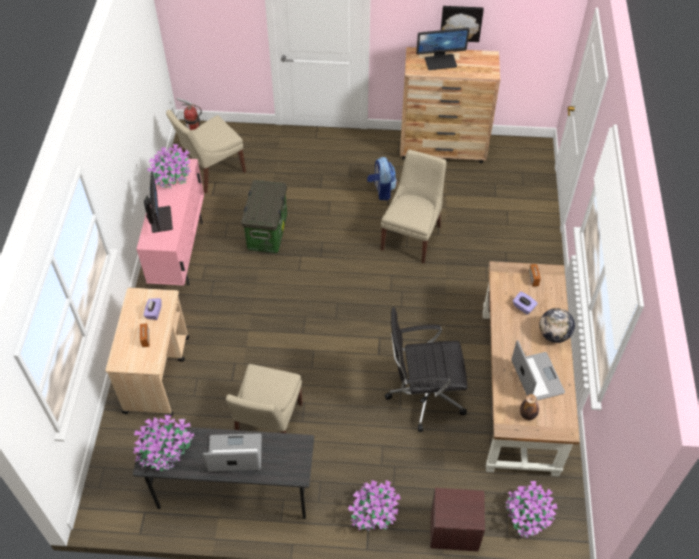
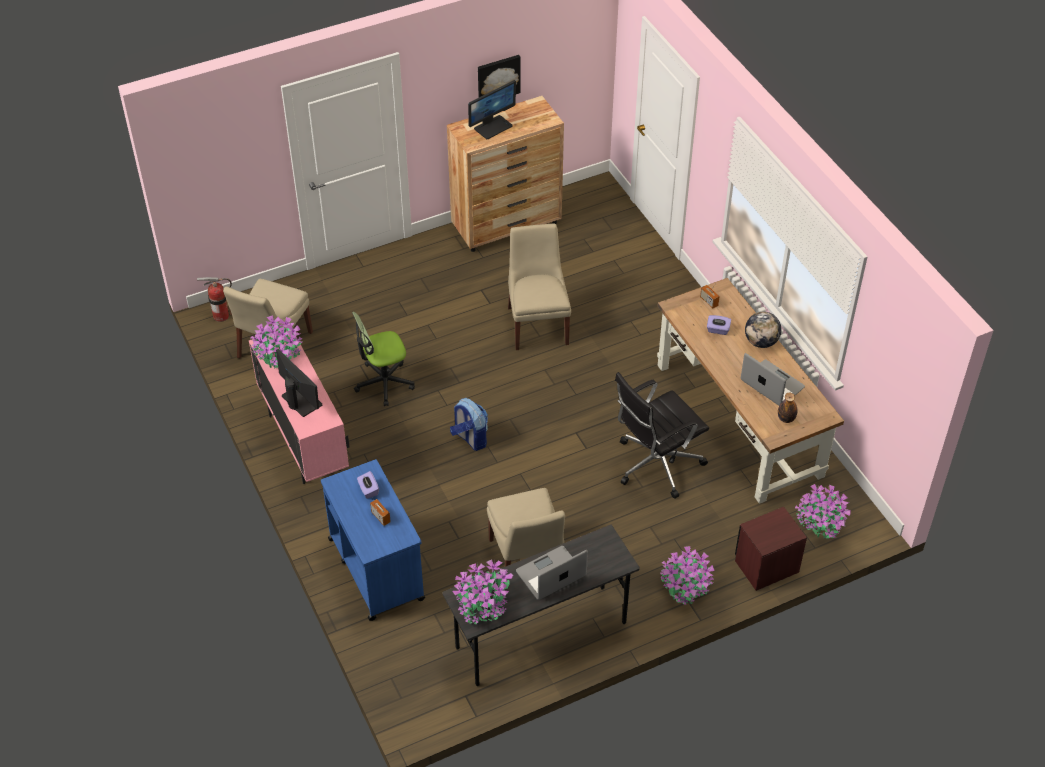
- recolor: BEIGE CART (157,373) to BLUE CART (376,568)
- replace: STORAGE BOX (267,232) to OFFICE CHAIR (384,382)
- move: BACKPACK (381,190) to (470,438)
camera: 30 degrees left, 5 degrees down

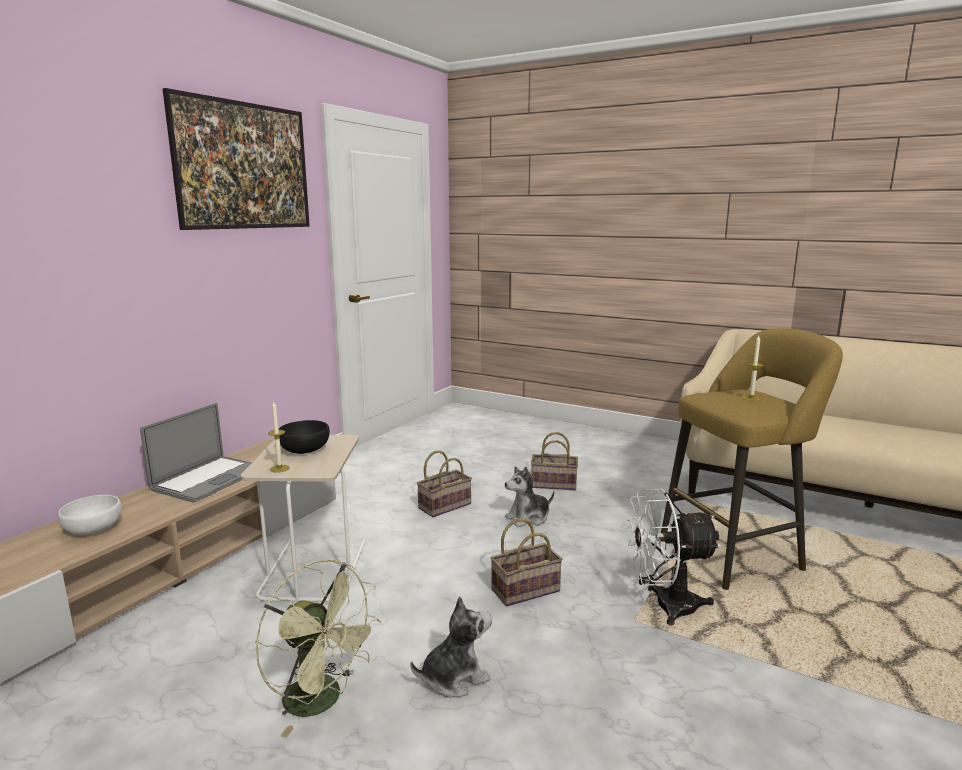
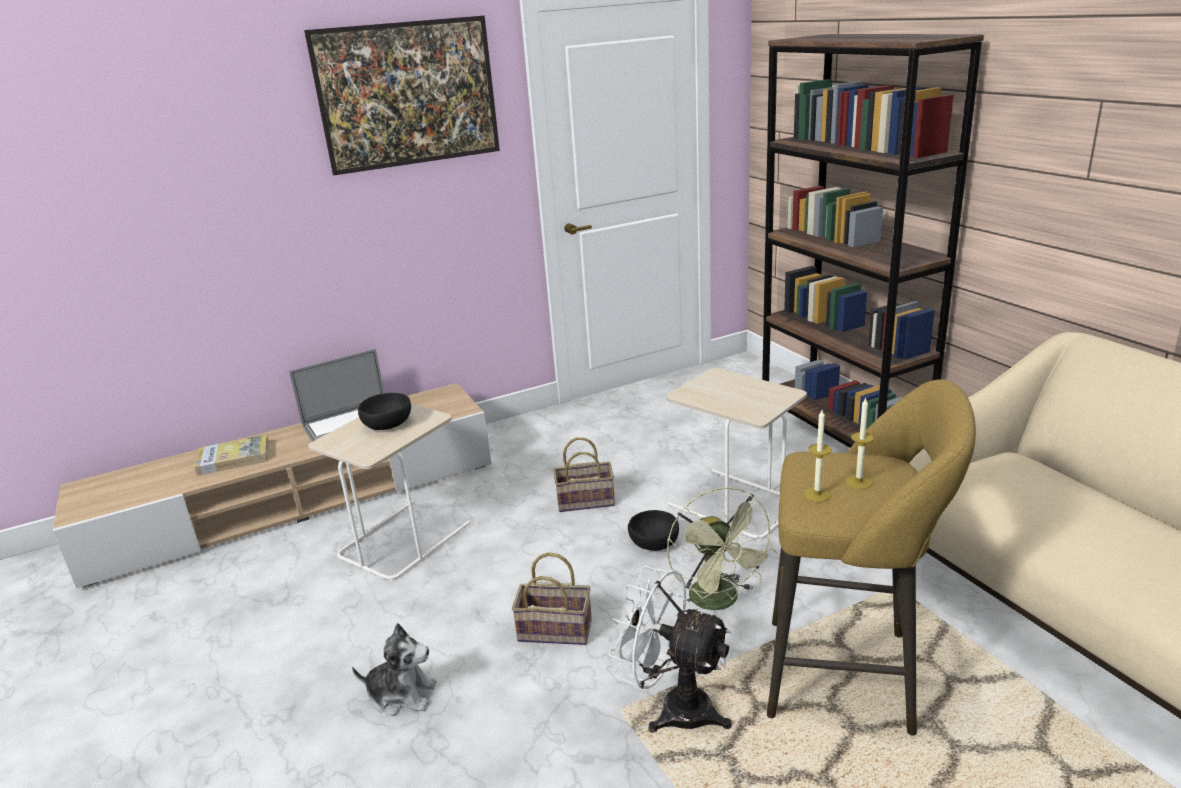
- replace: WHITE BOWL (92,528) to BOOK (233,458)
- move: GREEN FAN (322,701) to (720,602)
- move: CANDLE (279,468) to (817,494)
- replace: PLUSH TOY (528,518) to BLACK BOWL (654,543)
- replace: BASKET (552,484) to BEIGE SIDE TABLE (733,504)
- insert: BROWN BOOKCASE (841,428)
camera: 35 degrees right, 10 degrees up

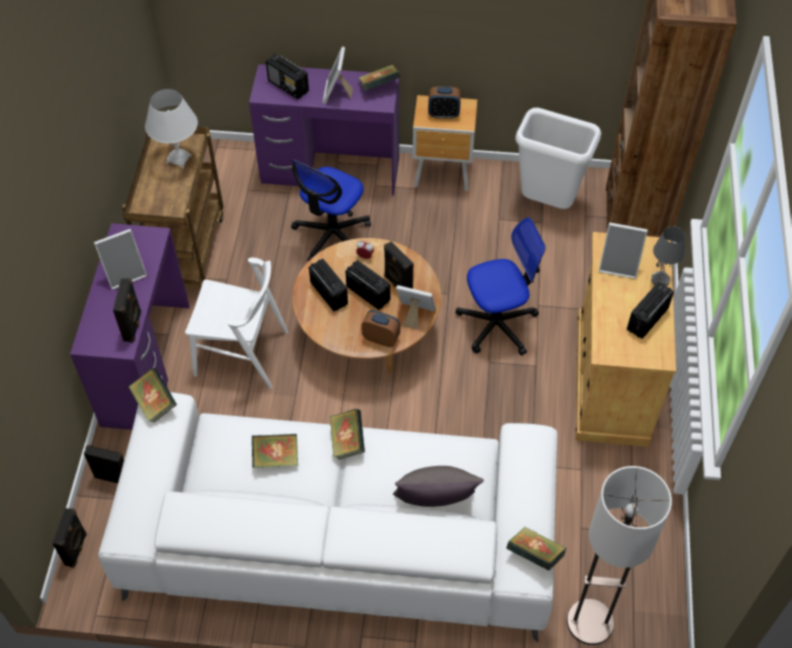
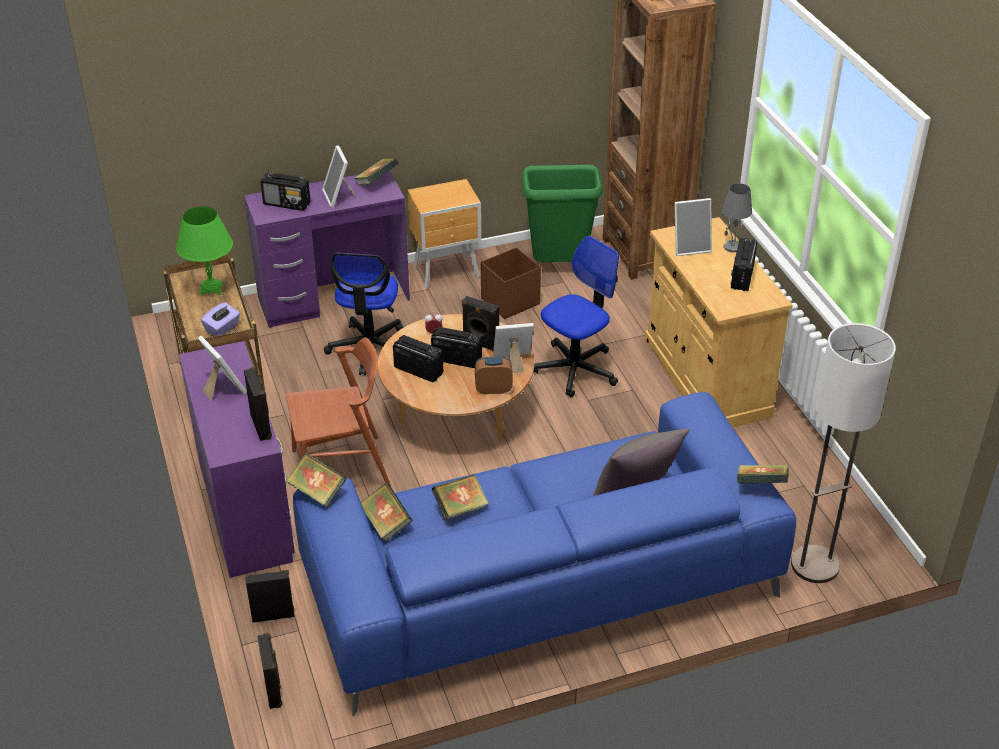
- rotate: PICTURE FRAME (125,273) = (223,388) 75 degrees counterclockwise
- recolor: WHITE SOFA (339,537) to BLUE SOFA (540,583)
- recolor: WHITE TABLE LAMP (179,159) to GREEN TABLE LAMP (211,289)
- recolor: WHITE CHAIR (242,353) to BROWN CHAIR (341,468)
- move: BOOK (347,441) to (386,523)
- delete: ALARM CLOCK (443,114)
- recolor: WHITE TRASH CAN (548,203) to GREEN TRASH CAN (559,266)
- insert: PURPLE TISSUE BOX (222,328)
- insert: BROWN STORAGE BOX (509,301)
camera: 25 degrees left, 15 degrees down

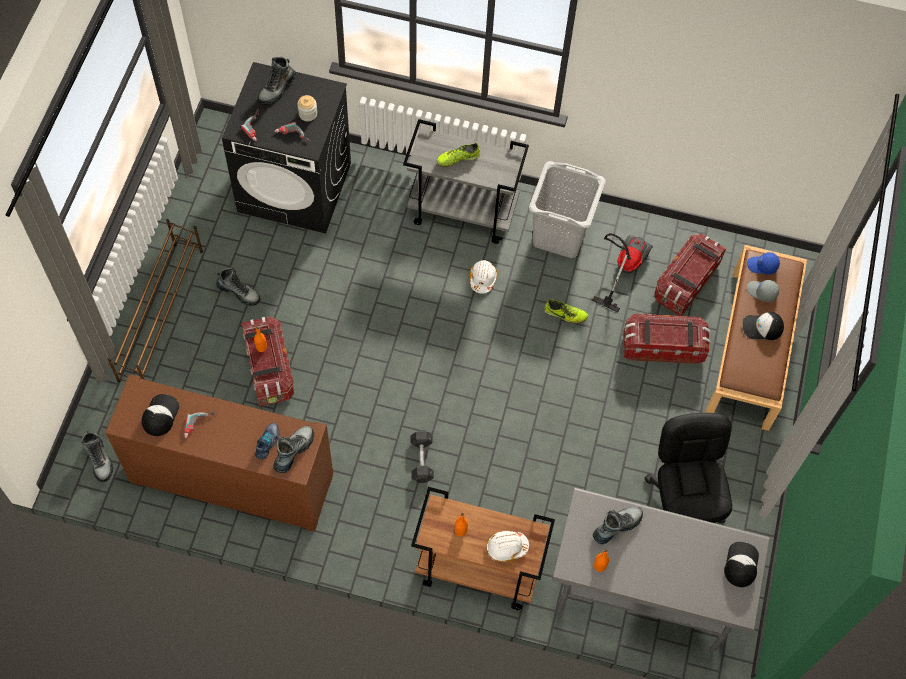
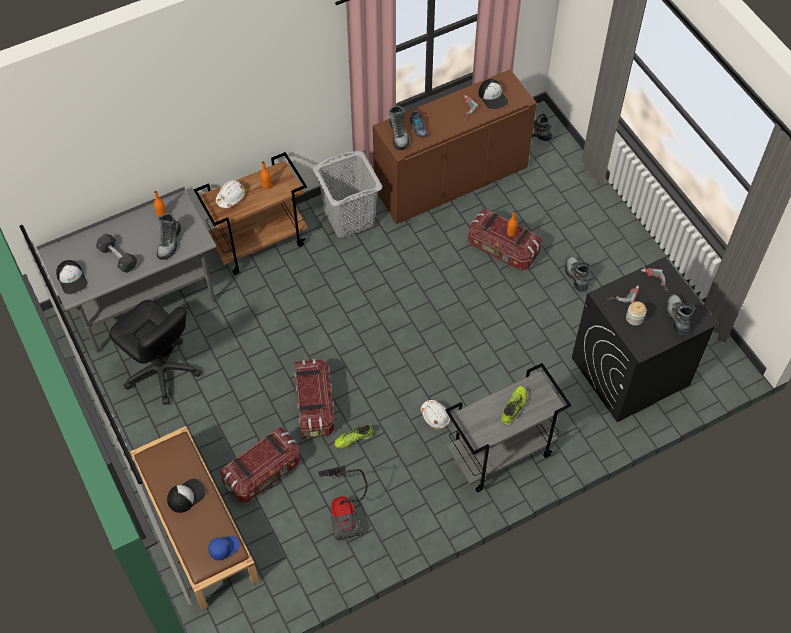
- delete: BROWN SHOE RACK (161,314)
- rotate: BOOT (239,292) = (576,276) 90 degrees clockwise
- move: GREY DUMBBELL (422,460) to (118,257)
- move: GREY LAUNDRY BASKET (560,234) to (349,218)
- move: STORAGE BOX (685,282) to (314,406)
- delete: GREY CAP (761,292)
camera: 140 degrees right, 5 degrees down

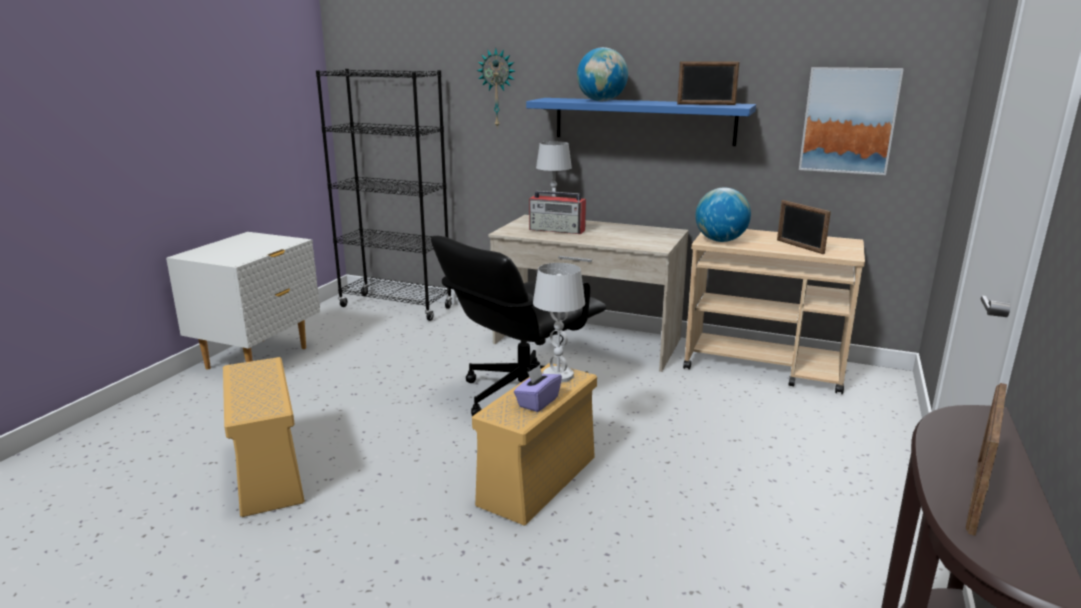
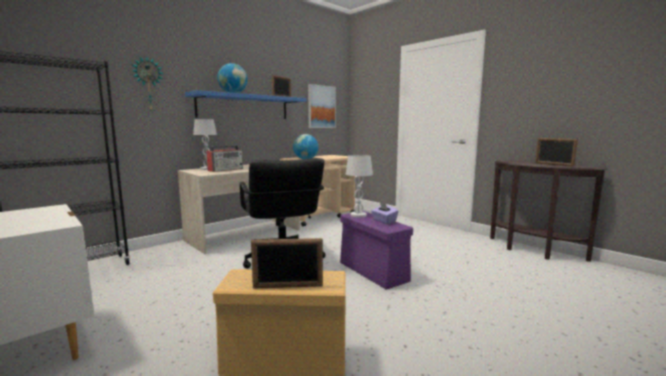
- recolor: BEIGE STORAGE BOX (538,479) to PURPLE STORAGE BOX (372,271)
- move: PICTURE FRAME (799,246) to (288,287)
camera: 65 degrees left, 10 degrees down

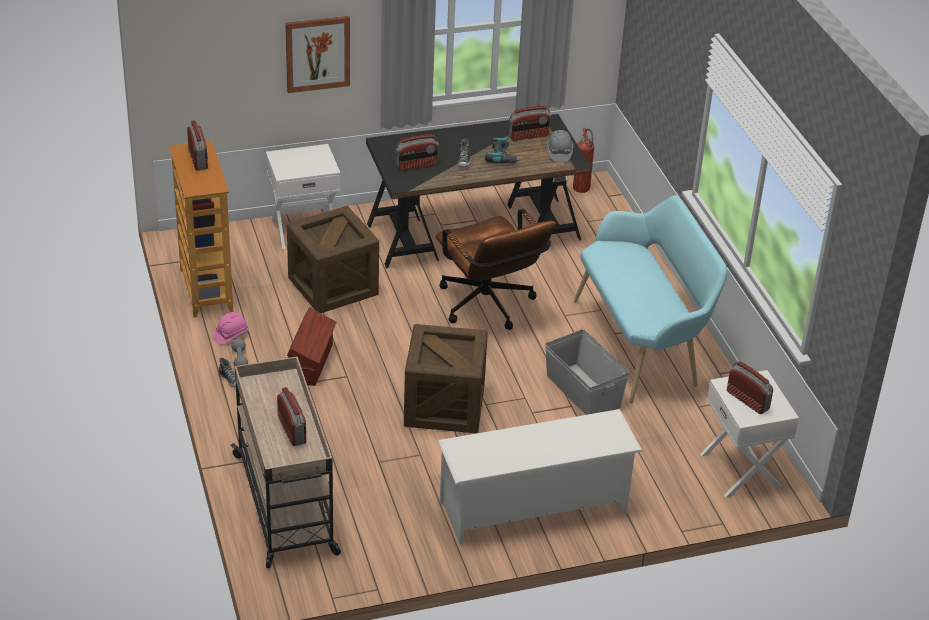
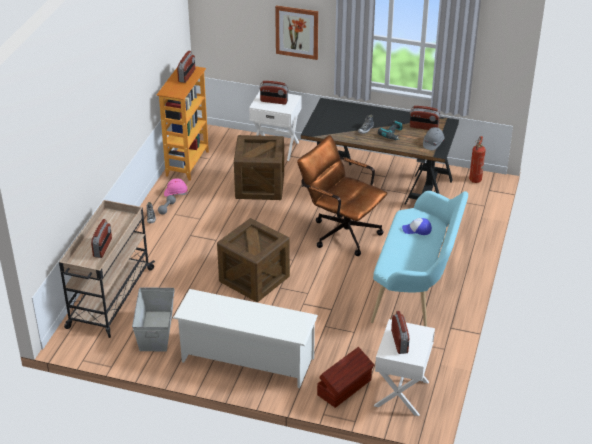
- move: BROWN STORAGE BOX (310,362) to (345,387)
- move: RADIO (416,165) to (274,101)
- rotate: BROWN OFFICE CHAIR (489,308) = (340,232) 120 degrees clockwise
- move: GREY STORAGE BOX (583,391) to (155,331)
- insert: CAP (417,230)
camera: 35 degrees right, 0 degrees up

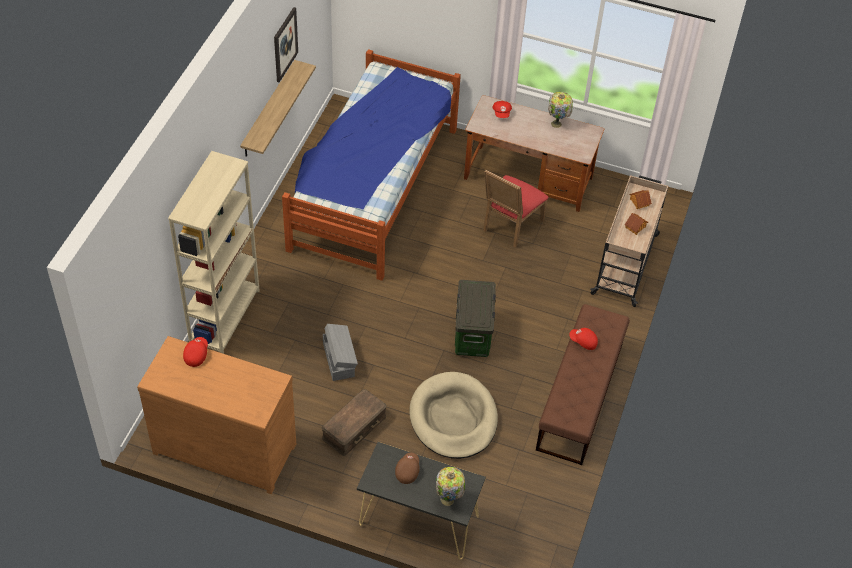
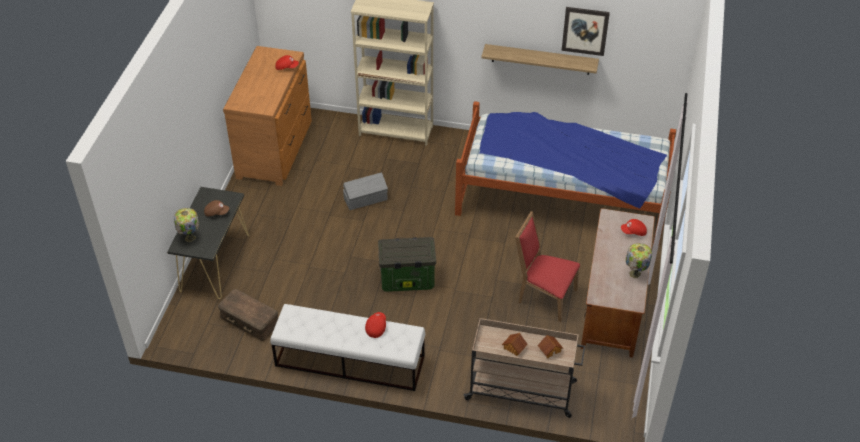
- move: BROWN STORAGE BOX (354,428) to (249,320)
- delete: BEIGE DOG BED (453,418)
- recolor: BROWN BENCH (579,397) to WHITE BENCH (349,361)
camera: 85 degrees right, 5 degrees down

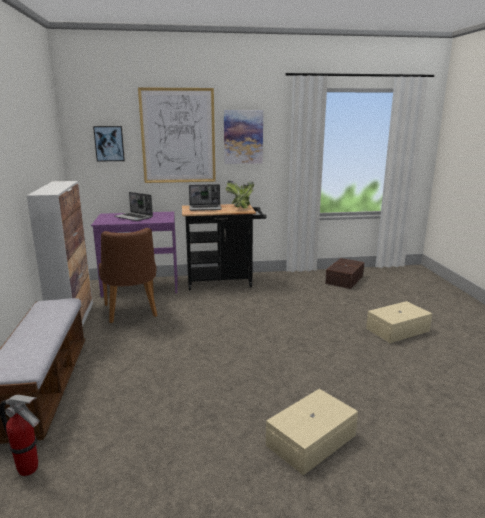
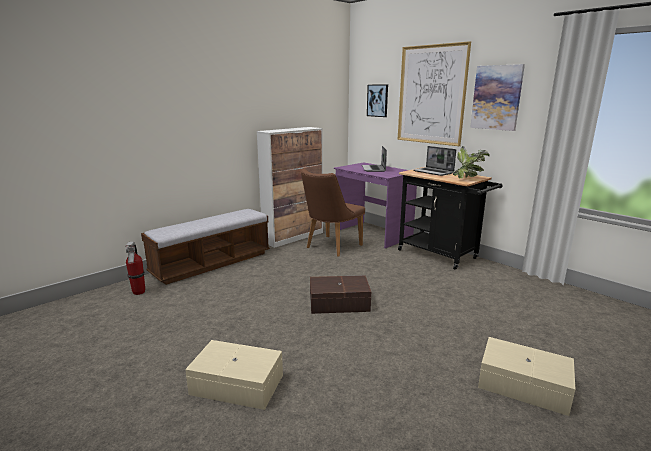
- move: BROWN STORAGE BOX (343,280) to (338,302)
camera: 55 degrees right, 0 degrees up

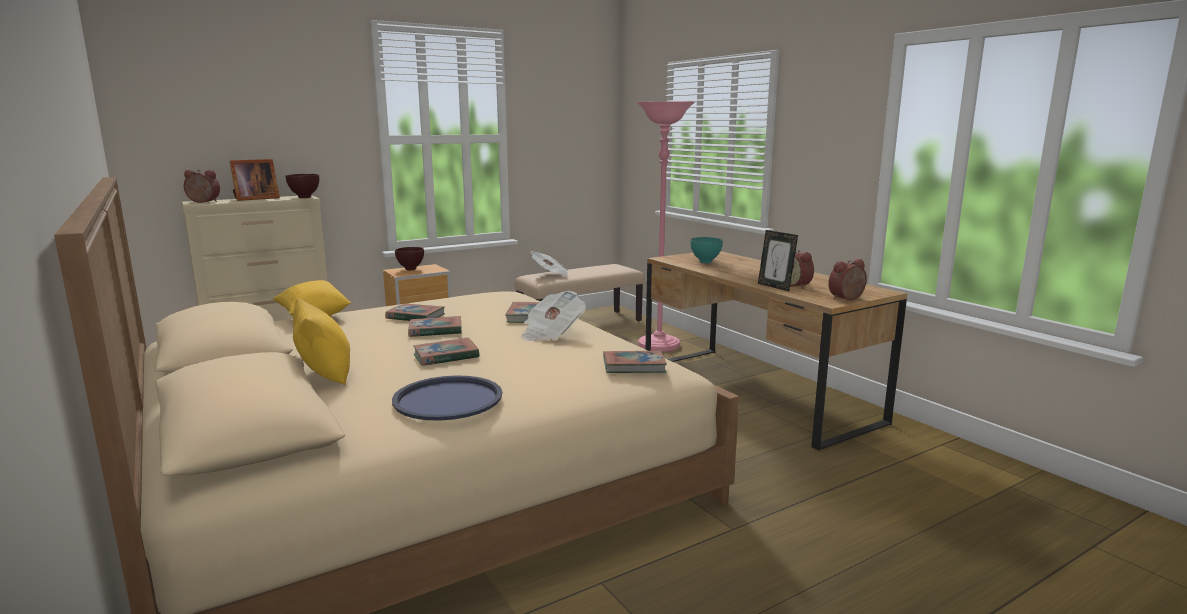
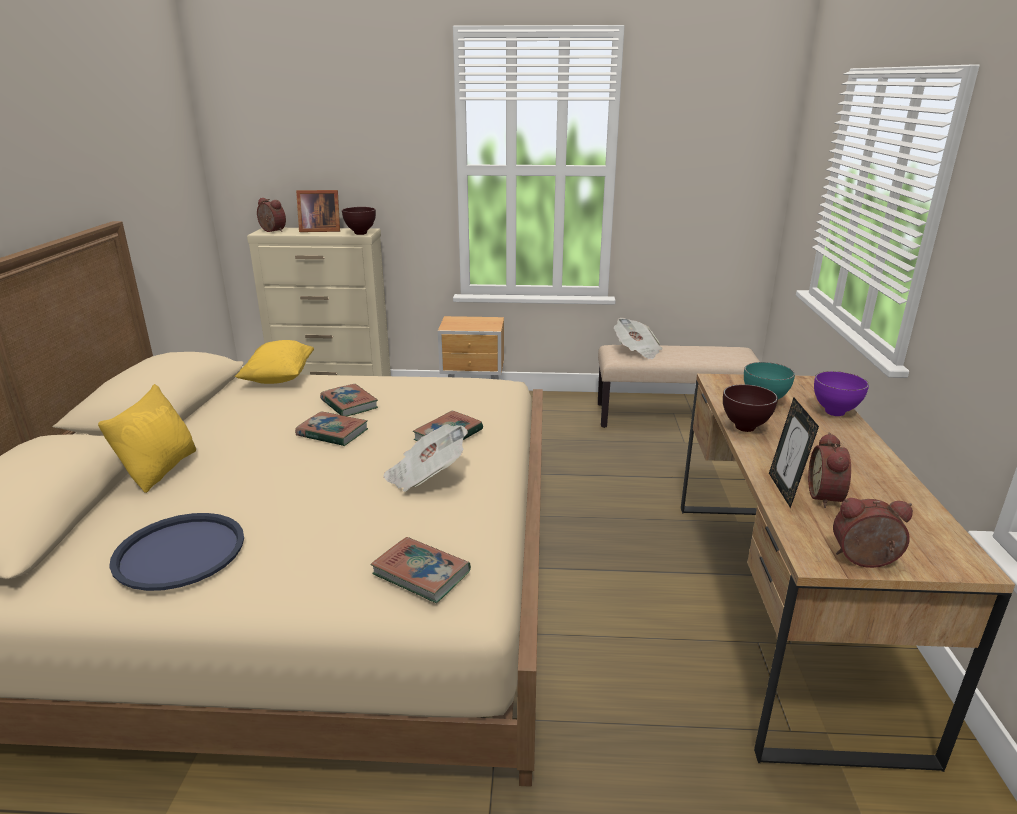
- move: BROWN BOWL (410,269) to (743,428)
- delete: BOOK (446,356)
- delete: PINK FLOOR LAMP (659,346)
- insert: PURPLE BOWL (836,413)
camera: 35 degrees right, 10 degrees up

